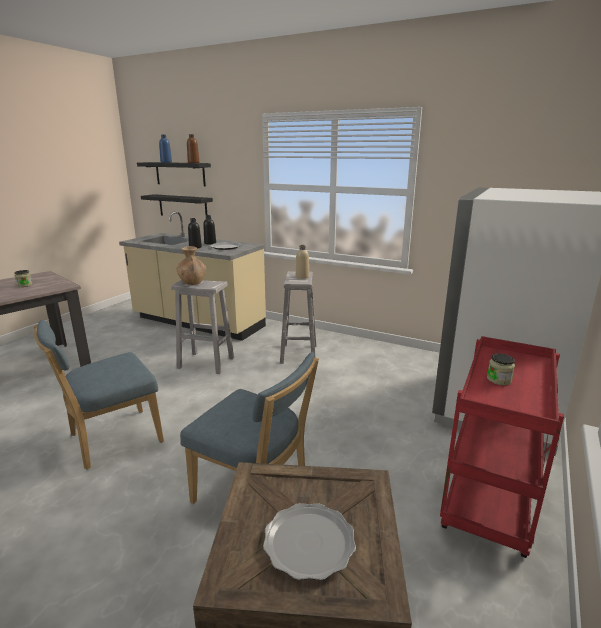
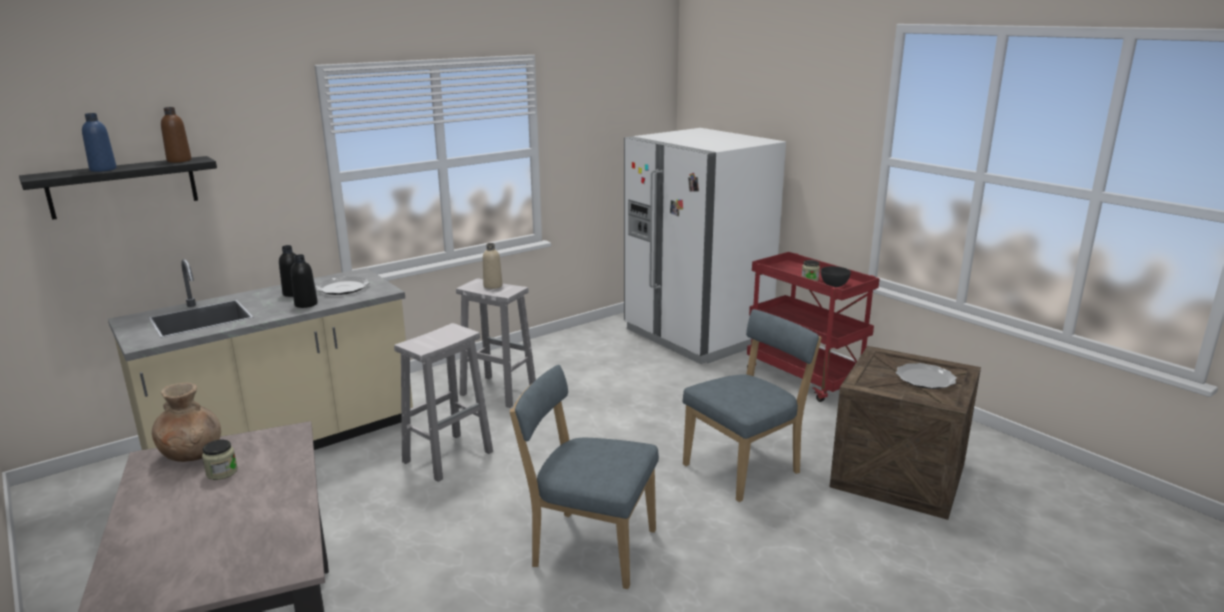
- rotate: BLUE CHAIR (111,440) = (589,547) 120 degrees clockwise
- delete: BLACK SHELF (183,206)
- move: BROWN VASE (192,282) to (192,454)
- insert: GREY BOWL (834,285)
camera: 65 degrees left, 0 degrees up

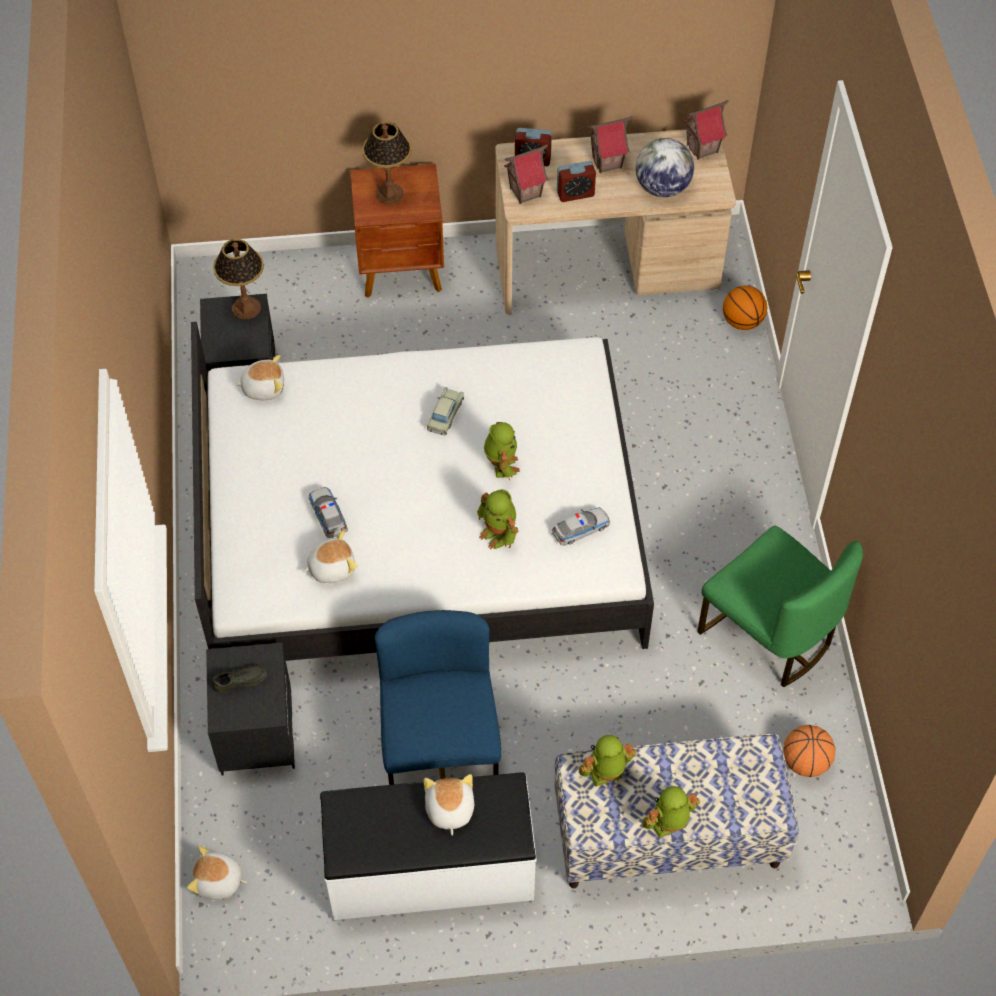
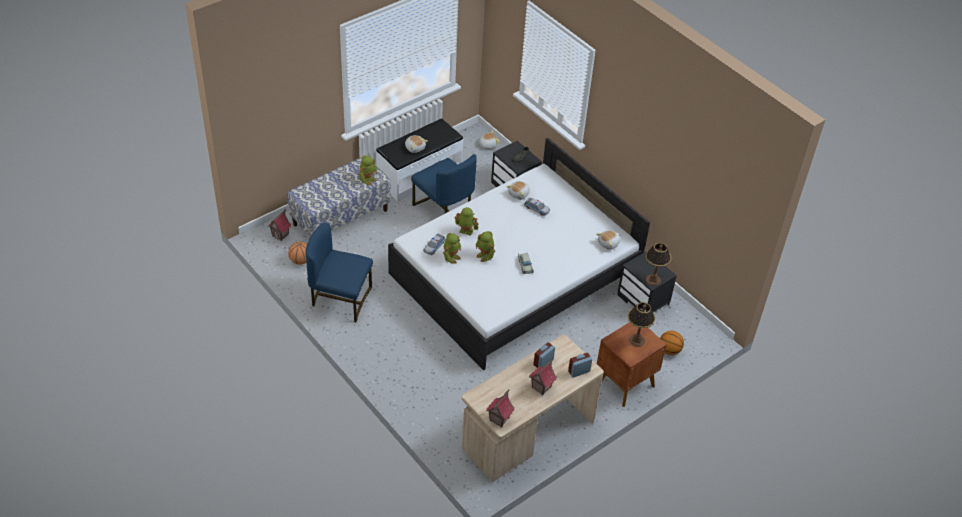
- move: TOY HOUSE (525,192) to (280,235)
- delete: GLOBE (662,188)
- move: TOY ROBOT (668,826) to (451,257)
- recolor: GREEN CHAIR (769,634) to BLUE CHAIR (340,299)
- move: BASKETBALL (742,321) to (669,350)
camera: 145 degrees right, 10 degrees down

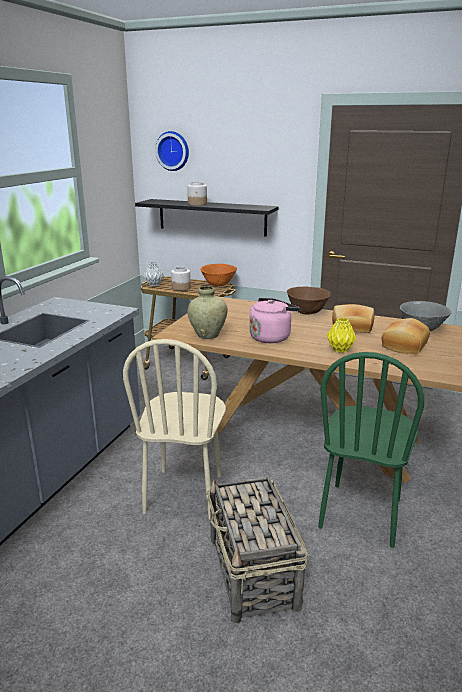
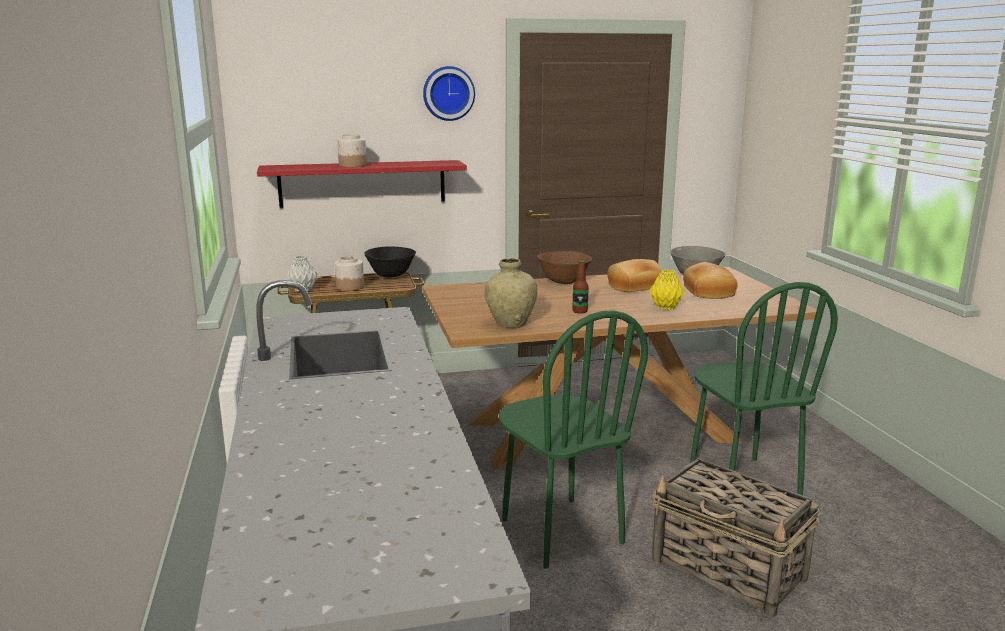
- recolor: BEIGE CHAIR (184,493) to GREEN CHAIR (560,531)
- recolor: BLACK SHELF (212,217) to RED SHELF (362,183)
- move: WALL CLOCK (173,151) to (448,93)
- recolor: ORANGE BOWL (218,285) to BLACK BOWL (391,275)
- replace: PINK KETTLE (271,337) to BOTTLE (580,311)
camera: 35 degrees left, 5 degrees down

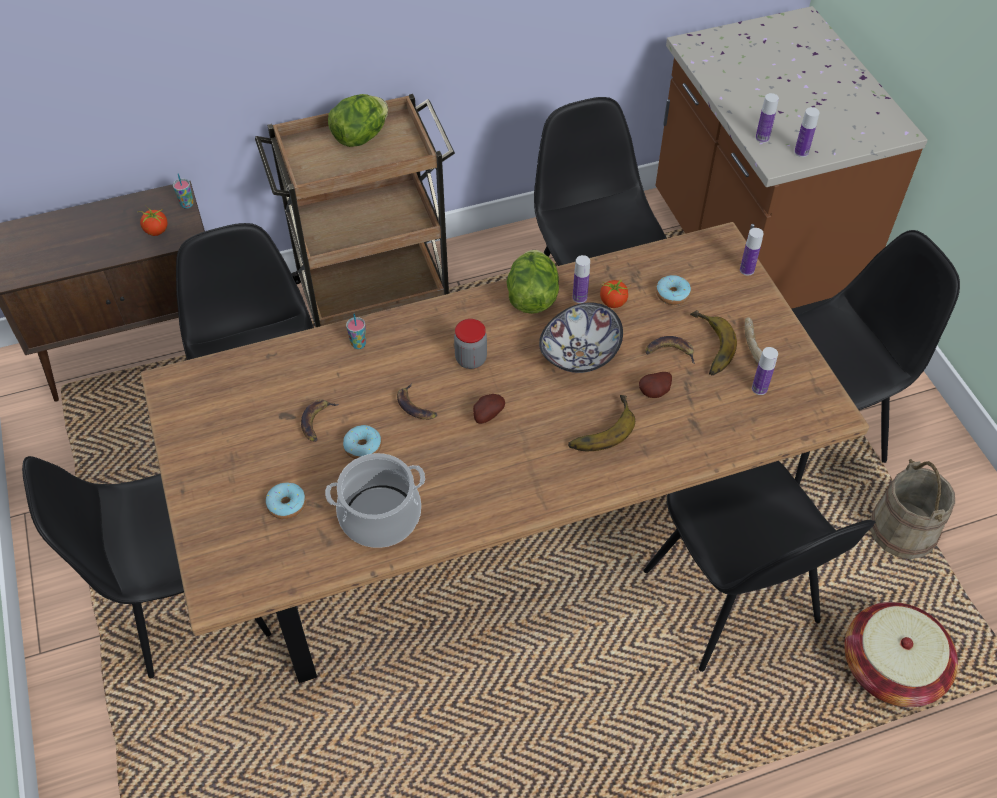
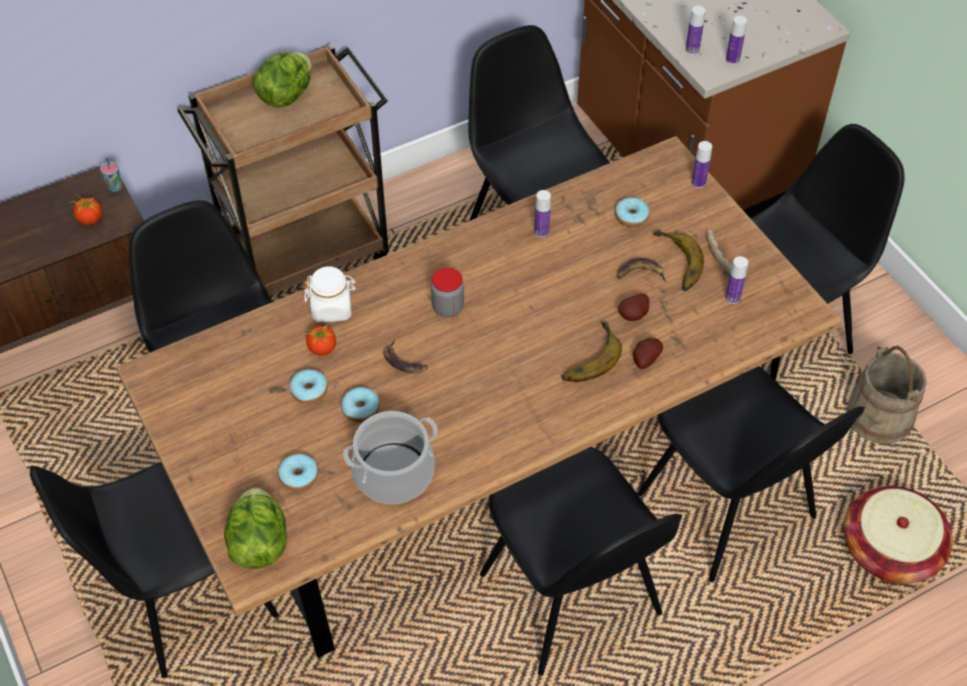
- replace: BANANA (317,422) to DONUT (309,391)
- replace: CUP (358,344) to WHITE JAR (332,308)
- move: POTATO (487,415) to (644,359)
- move: LETTUCE (532,298) to (259,543)
- delete: BOWL (578,354)
- move: TOMATO (613,302) to (322,348)
- insert: BLACK CHAIR (572,599)
camera: 10 degrees left, 0 degrees up

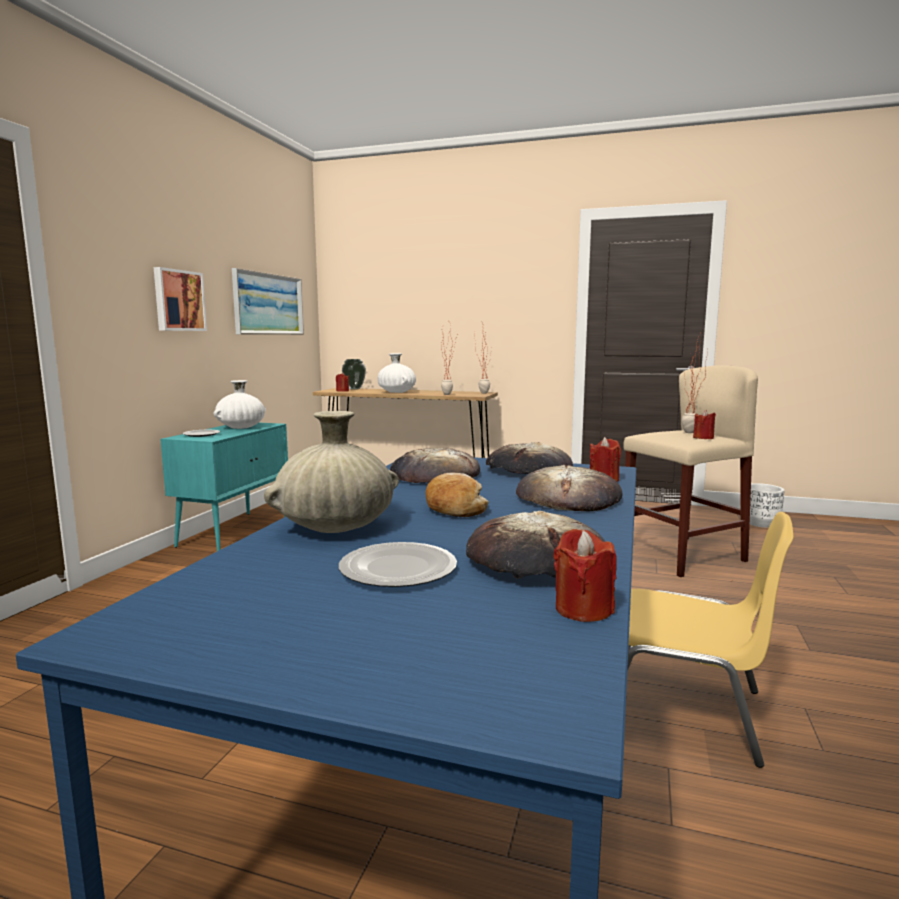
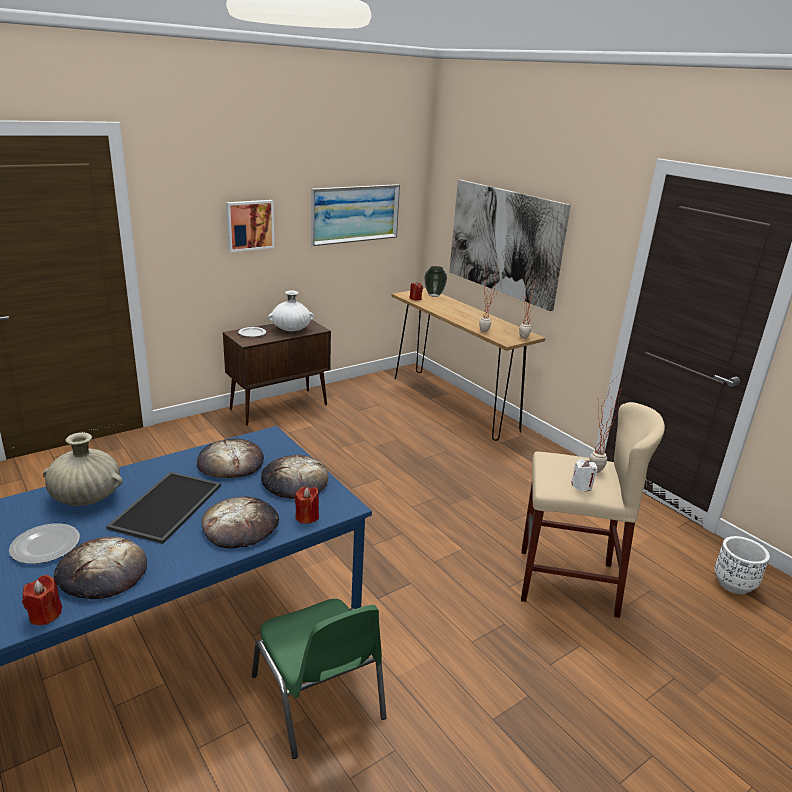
- recolor: TURQUOISE CABINET (235,531) to BROWN CABINET (280,406)
- delete: WHITE VASE (396,392)
- replace: BREAD (454,507) to TRAY (166,505)
- recolor: YELLOW CHAIR (684,709) to GREEN CHAIR (319,698)
- recolor: RED CANDLE (703,438) to WHITE CANDLE (581,486)
- insert: PICTURE (505,241)
camera: 35 degrees right, 15 degrees up

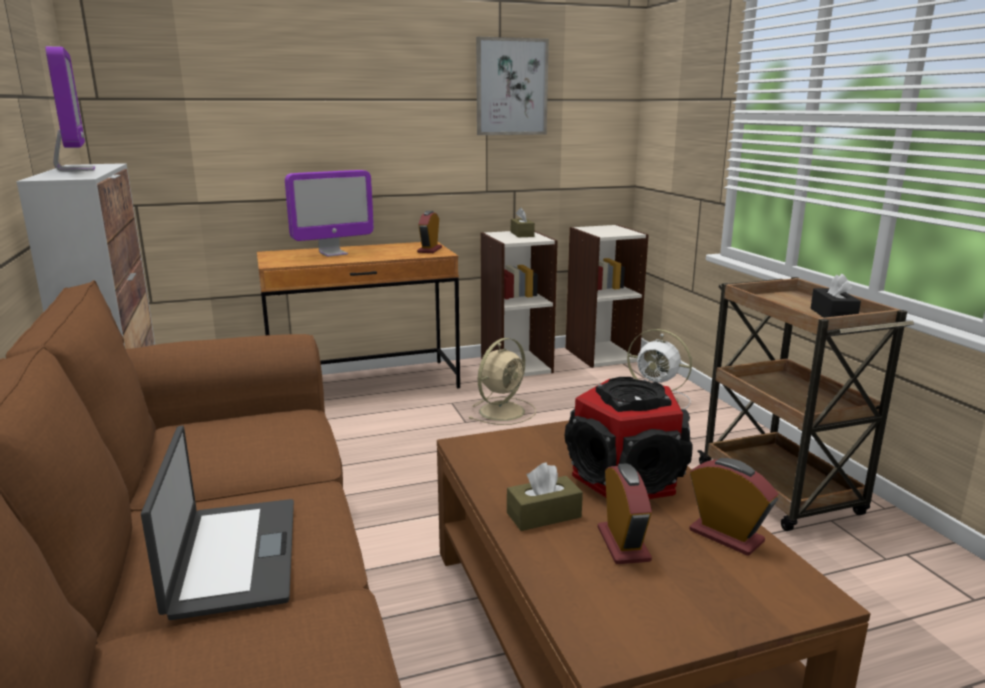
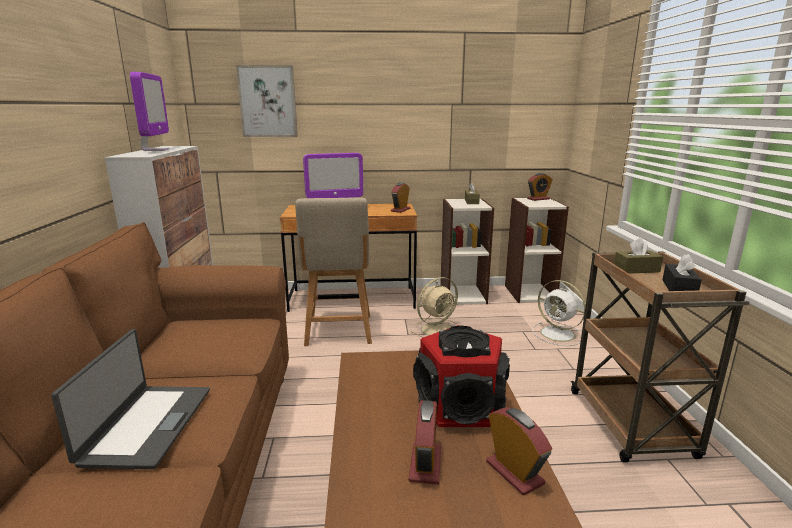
- move: PICTURE (511,87) to (268,101)
- move: BROWN TISSUE BOX (543,515) to (636,269)
- insert: BEIGE CHAIR (339,332)
- insert: ALARM CLOCK (538,199)
camera: 15 degrees right, 0 degrees up

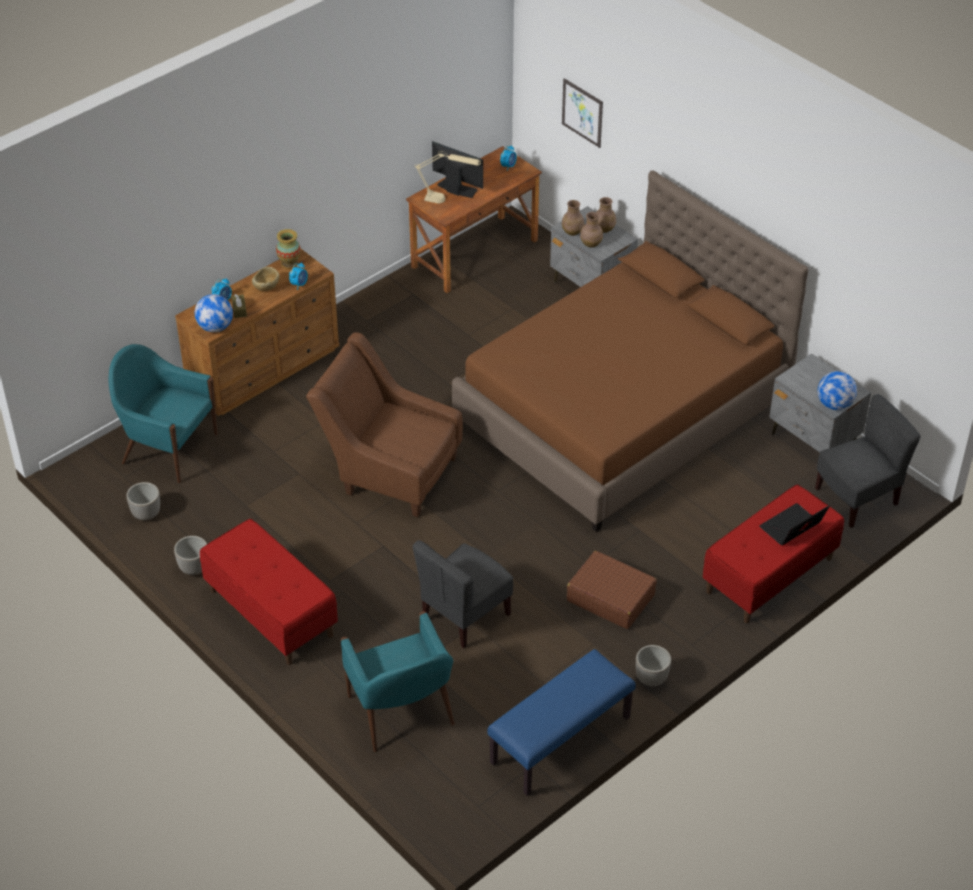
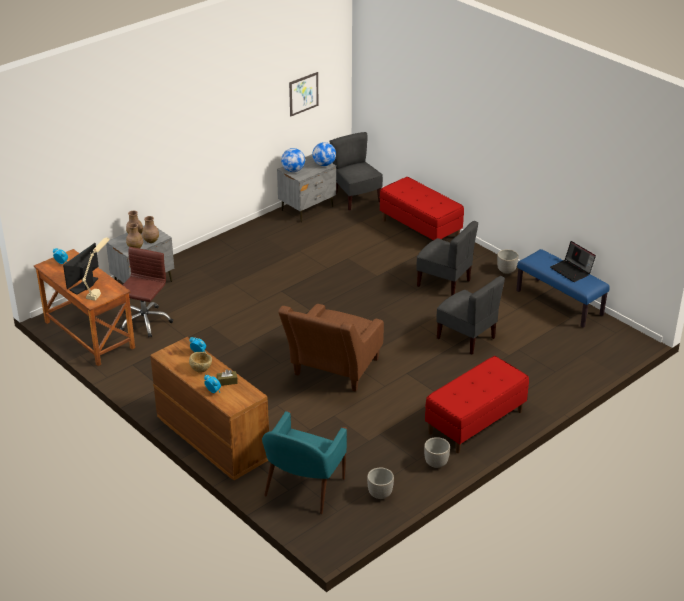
- move: GLOBE (215,327) to (293,170)
- delete: VASE (289,264)
- delete: TURQUOISE ARMCHAIR (401,712)
- delete: BROWN BED (622,411)
- move: PICTURE (582,112) to (303,94)
- replace: BROWN SUITCASE (610,597) to GREY CHAIR (444,283)
- move: LAPTOP (792,528) to (572,271)
- insert: BROWN OFFICE CHAIR (145,321)
camera: 90 degrees left, 10 degrees down

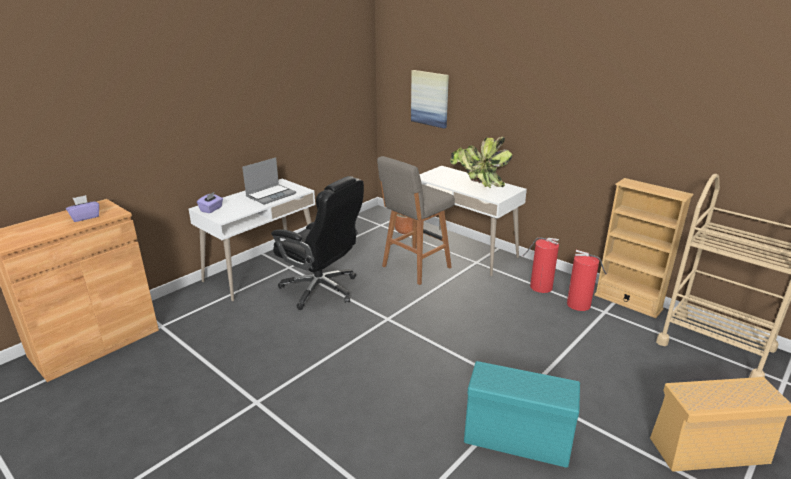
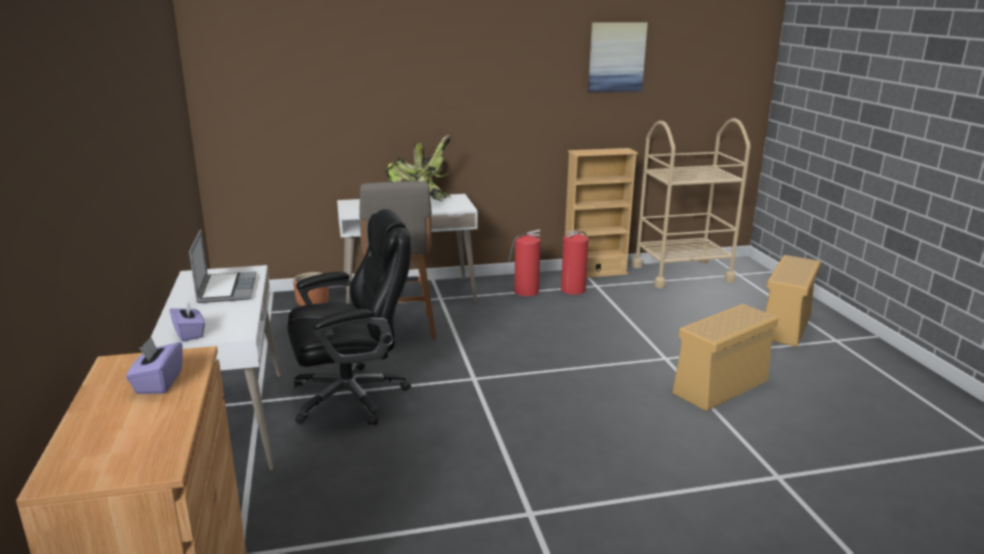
- move: PICTURE (430,98) to (616,57)
- recolor: TURQUOISE STORAGE BOX (518,440) to BEIGE STORAGE BOX (721,386)
camera: 55 degrees left, 5 degrees down

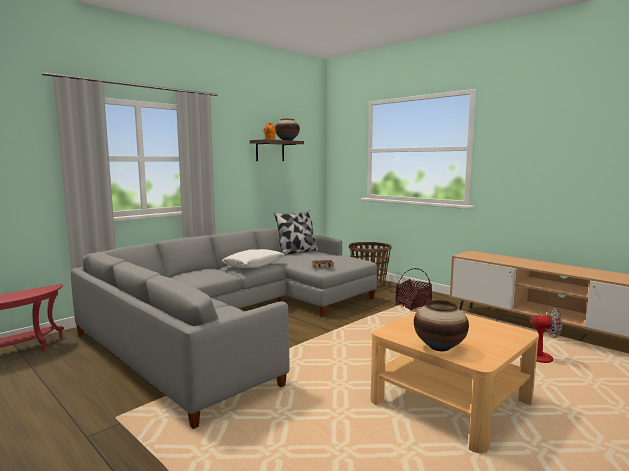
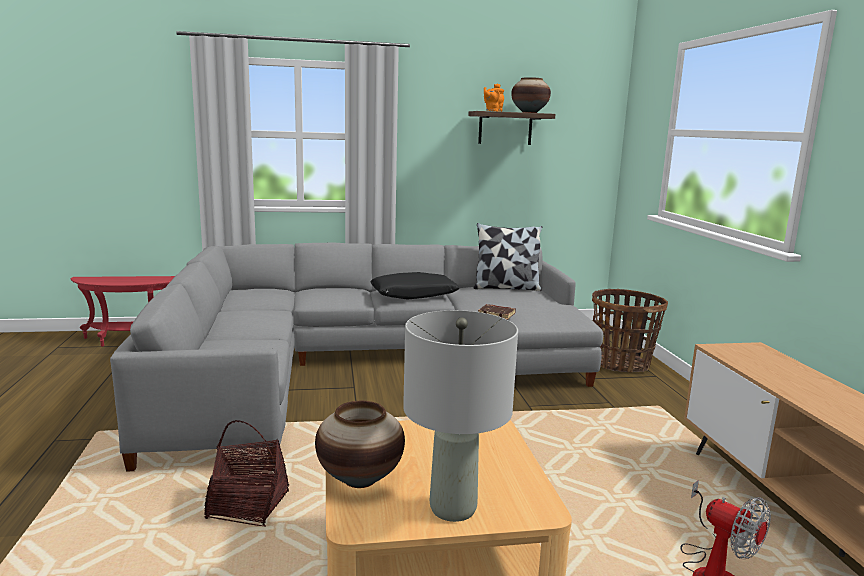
- recolor: WHITE PILLOW (254,265) to BLACK PILLOW (414,295)
- move: BASKET (413,305) to (248,505)
- insert: GREY TABLE LAMP (454,508)
camera: 35 degrees right, 5 degrees up

